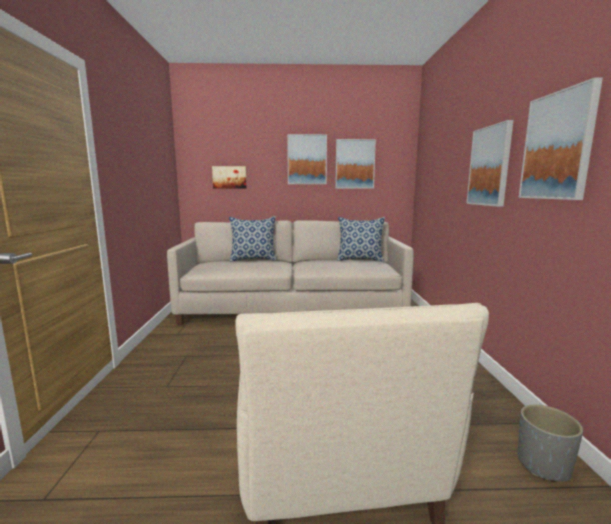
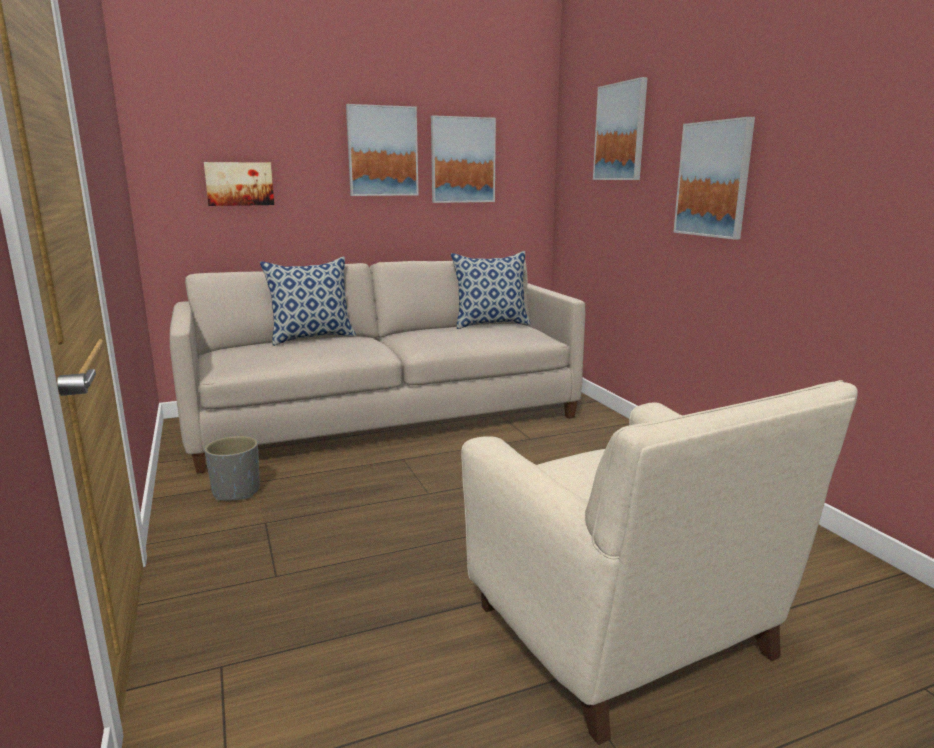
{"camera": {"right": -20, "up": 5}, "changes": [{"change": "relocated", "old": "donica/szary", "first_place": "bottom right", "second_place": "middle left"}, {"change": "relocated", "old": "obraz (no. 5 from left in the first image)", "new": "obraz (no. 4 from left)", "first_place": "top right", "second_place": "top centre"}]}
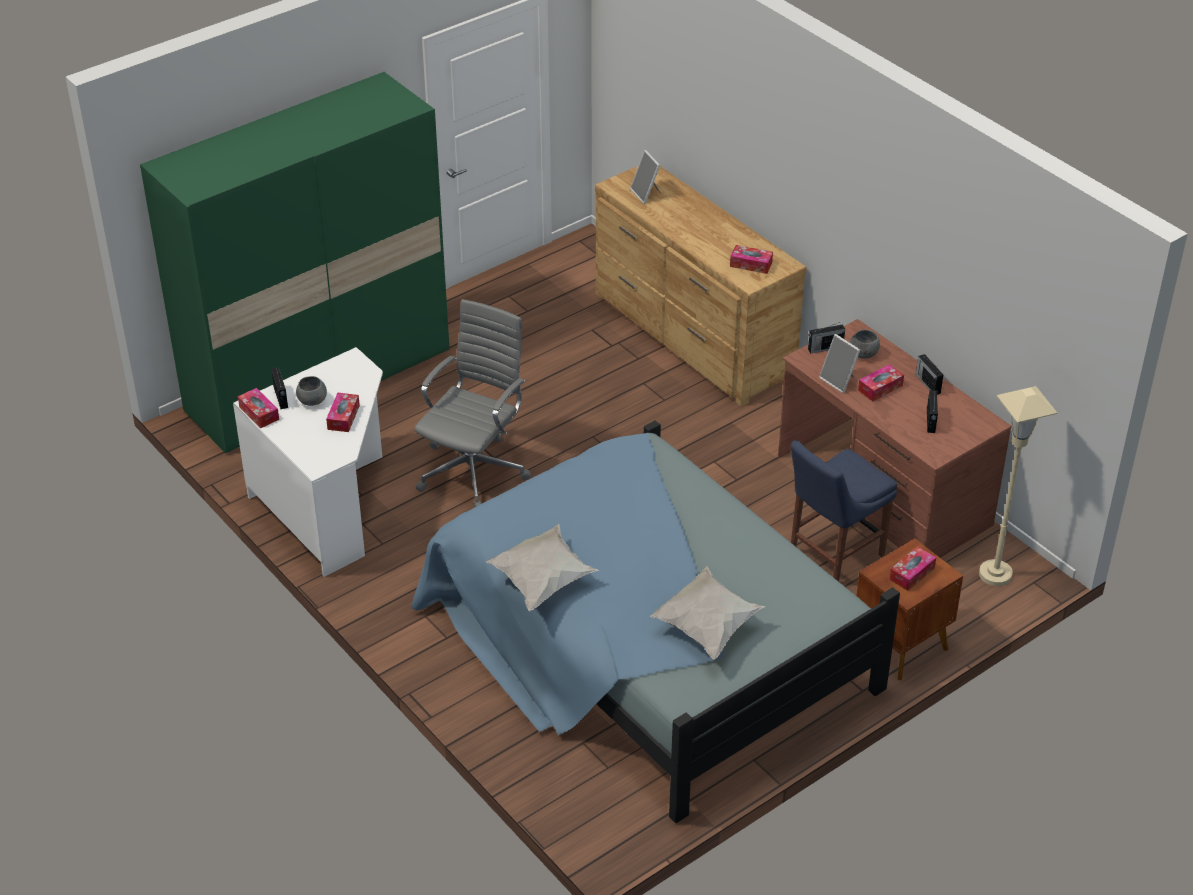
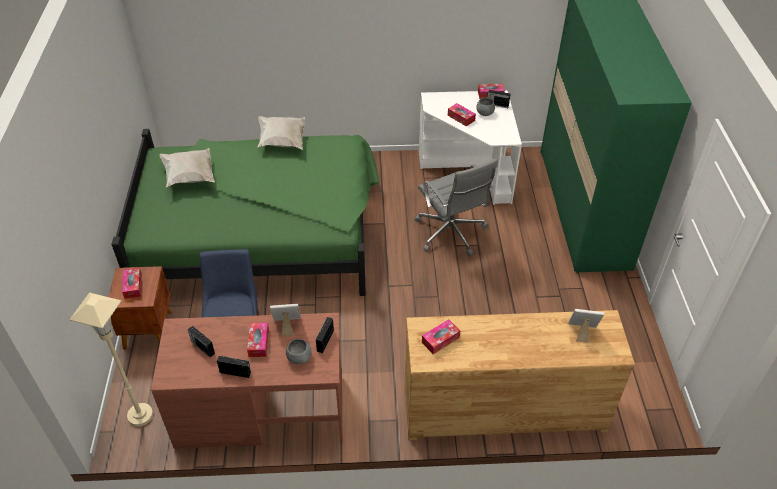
{"camera": {"right": 125, "up": 5}, "changes": [{"change": "colour", "old": "łóżko/niebieski", "new": "łóżko/zielony", "first_place": "bottom centre", "second_place": "middle left"}]}
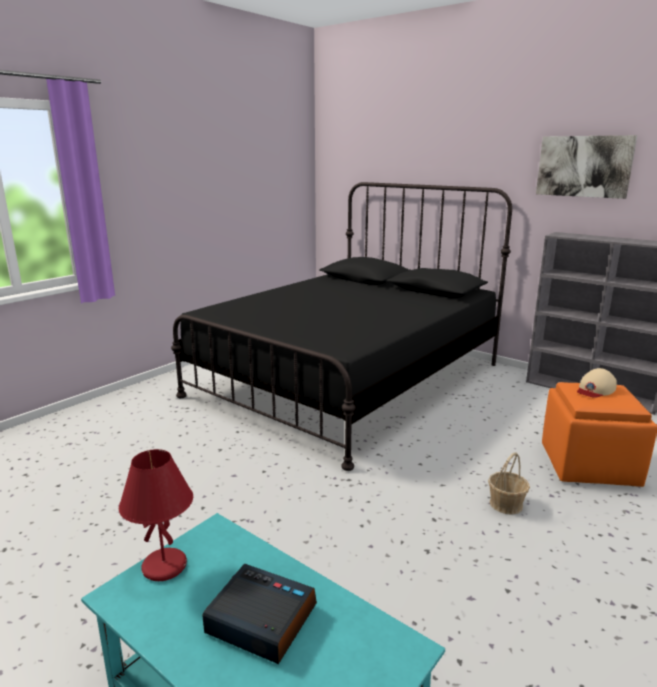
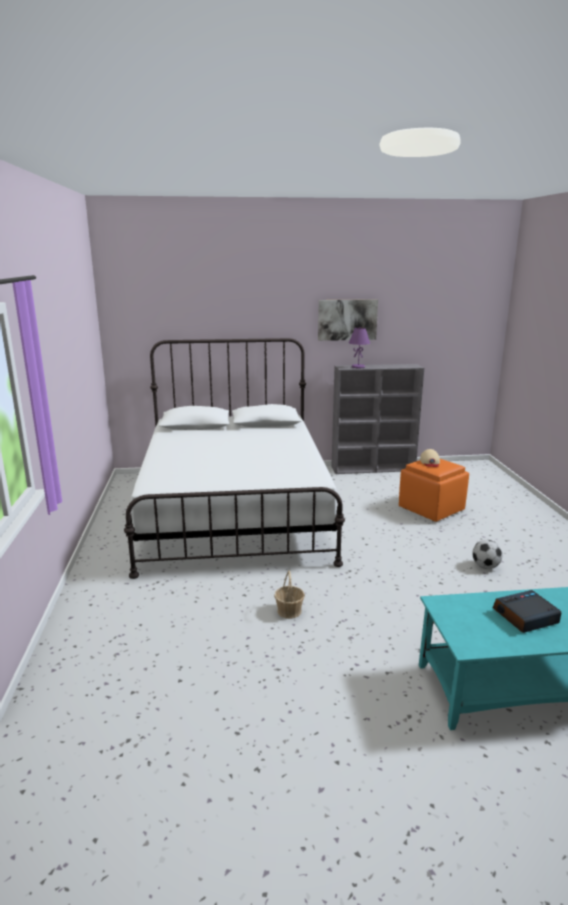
{"camera": {"right": -45, "up": 0}, "changes": [{"change": "missing", "old": "lampa stołowa/czerwony", "first_place": "bottom left"}, {"change": "colour", "old": "łóżko/czarny", "new": "łóżko/biały", "first_place": "centre", "second_place": "centre"}, {"change": "relocated", "old": "koszyk", "first_place": "bottom right", "second_place": "centre"}, {"change": "appeared", "new": "lampa stołowa/fioletowy", "second_place": "centre"}, {"change": "appeared", "new": "piłka futbolowa", "second_place": "middle right"}]}
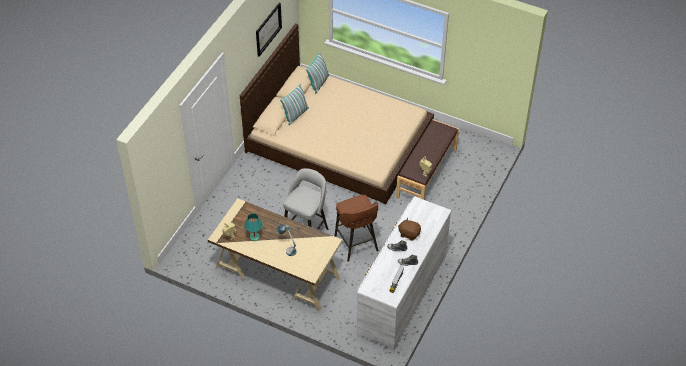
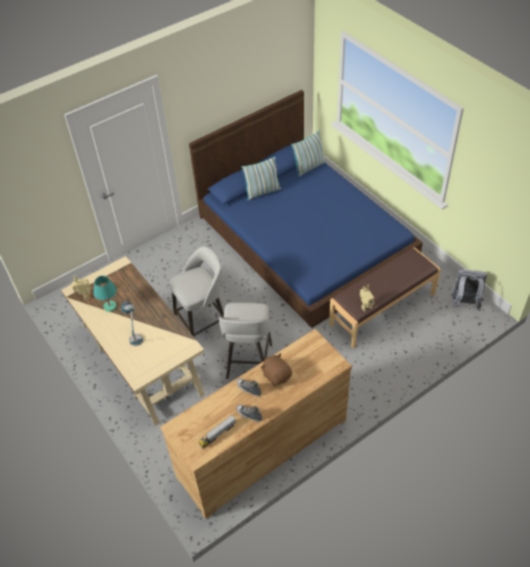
{"camera": {"right": 30, "up": 0}, "changes": [{"change": "colour", "old": "łóżko/beżowy", "new": "łóżko/niebieski", "first_place": "top centre", "second_place": "centre"}, {"change": "missing", "old": "obraz", "first_place": "top centre"}, {"change": "colour", "old": "stołek/brązowy", "new": "stołek/szary (no. 2 from left)", "first_place": "centre", "second_place": "centre"}, {"change": "colour", "old": "komoda/biały", "new": "komoda/brązowy", "first_place": "bottom centre", "second_place": "bottom centre"}, {"change": "appeared", "new": "plecak/szary", "second_place": "middle right"}]}
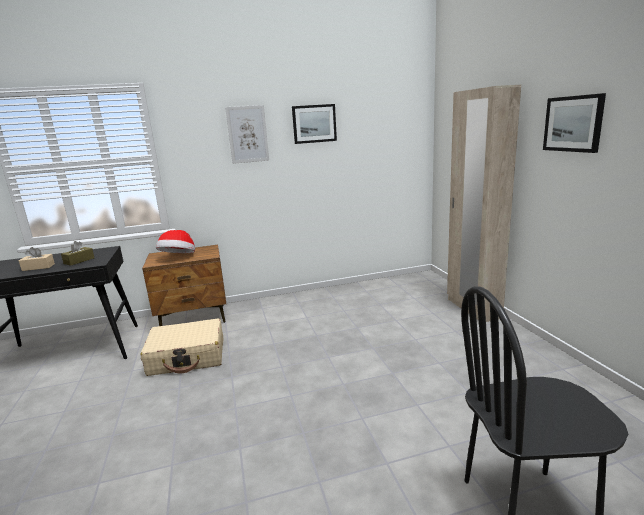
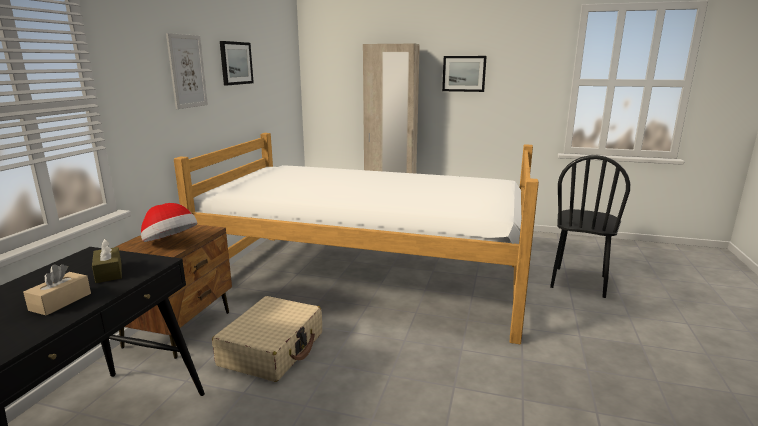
{"camera": {"right": -60, "up": 0}, "changes": [{"change": "appeared", "new": "łóżko", "second_place": "centre"}]}
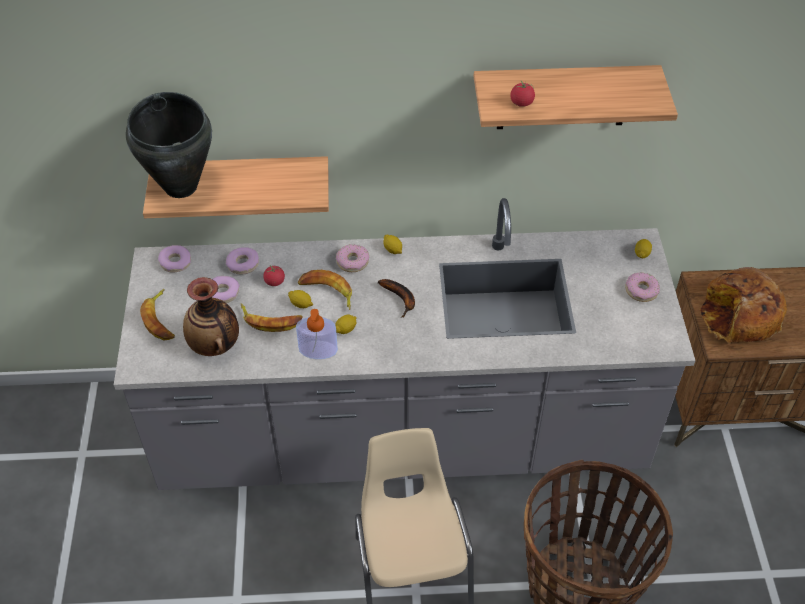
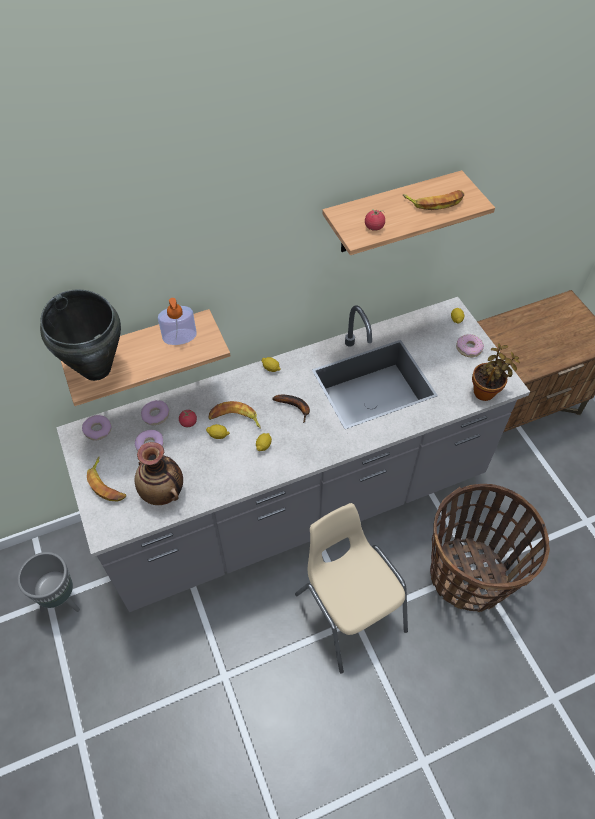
{"camera": {"right": -20, "up": 5}, "changes": [{"change": "relocated", "old": "banan (no. 2 from left in the first image)", "new": "banan (no. 4 from left)", "first_place": "centre", "second_place": "top right"}, {"change": "relocated", "old": "dozownik mydła", "first_place": "centre", "second_place": "middle left"}, {"change": "missing", "old": "donut (no. 4 from left)", "first_place": "centre"}, {"change": "missing", "old": "chleb", "first_place": "middle right"}, {"change": "appeared", "new": "donica/szary", "second_place": "bottom left"}, {"change": "appeared", "new": "roślina doniczkowa", "second_place": "middle right"}]}
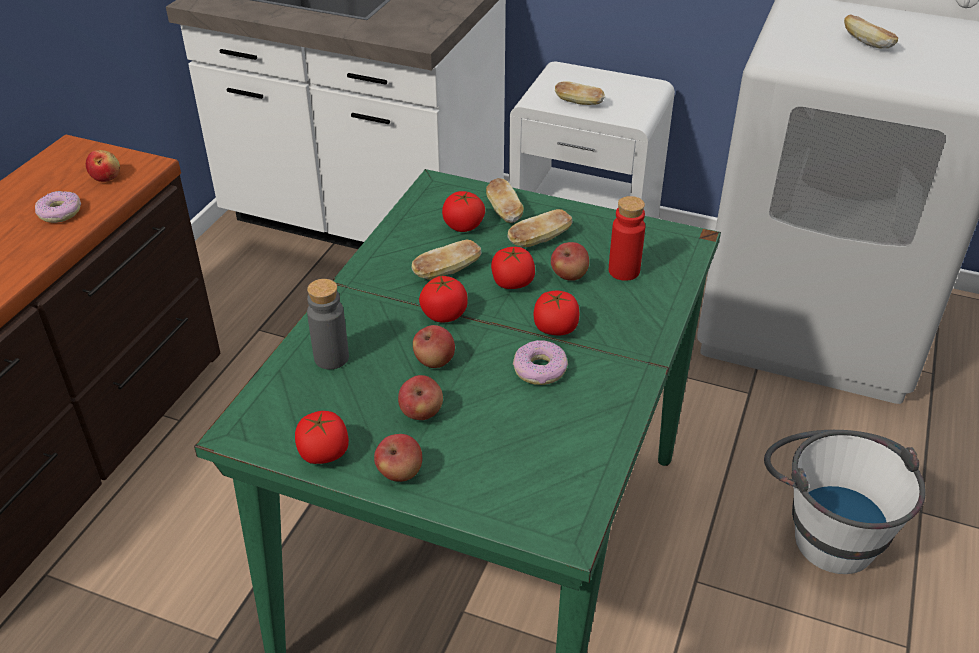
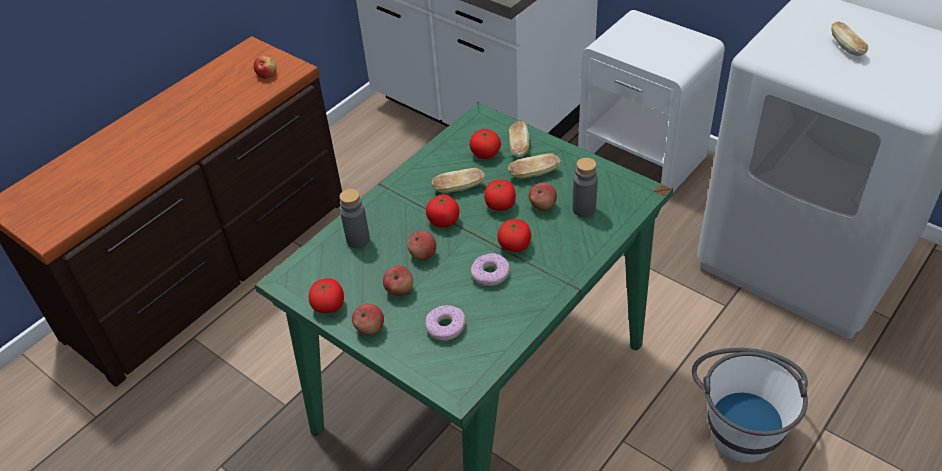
{"camera": {"right": 20, "up": 5}, "changes": [{"change": "relocated", "old": "donut (no. 1 from left)", "first_place": "top left", "second_place": "bottom centre"}, {"change": "missing", "old": "chleb (no. 4 from left)", "first_place": "top centre"}, {"change": "colour", "old": "butelka/czerwony", "new": "butelka/szary (no. 2 from left)", "first_place": "centre", "second_place": "centre"}]}
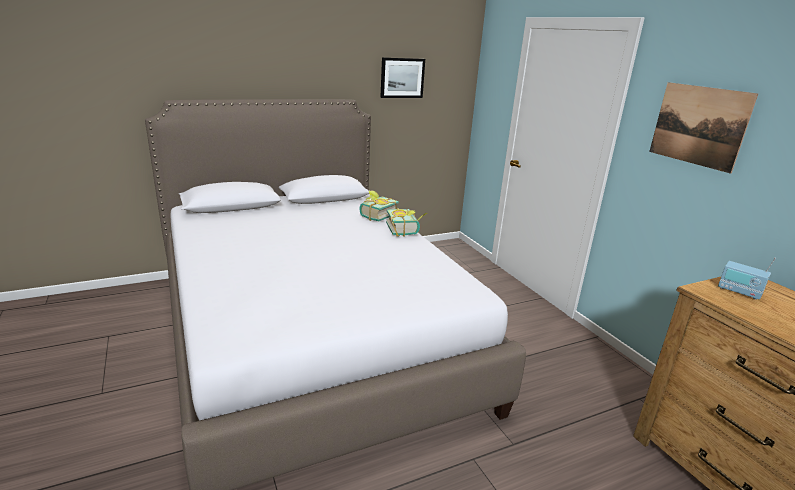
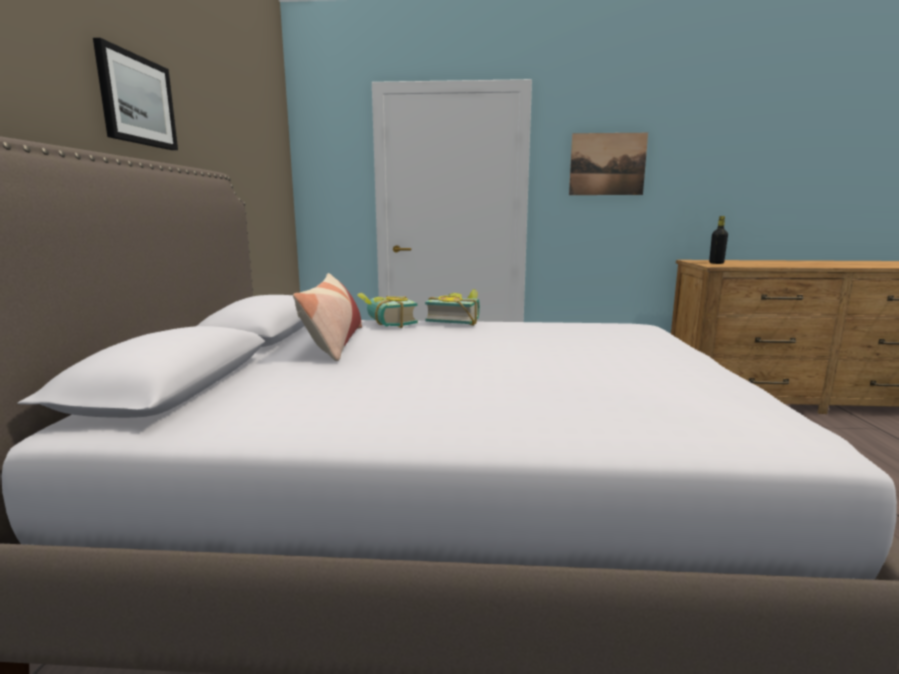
{"camera": {"right": -60, "up": -10}, "changes": [{"change": "relocated", "old": "obraz (no. 1 from left)", "first_place": "top centre", "second_place": "top left"}, {"change": "exchanged", "old": "radio", "new": "butelka/czarny", "first_place": "middle right", "second_place": "middle right"}, {"change": "appeared", "new": "poduszka", "second_place": "centre"}]}
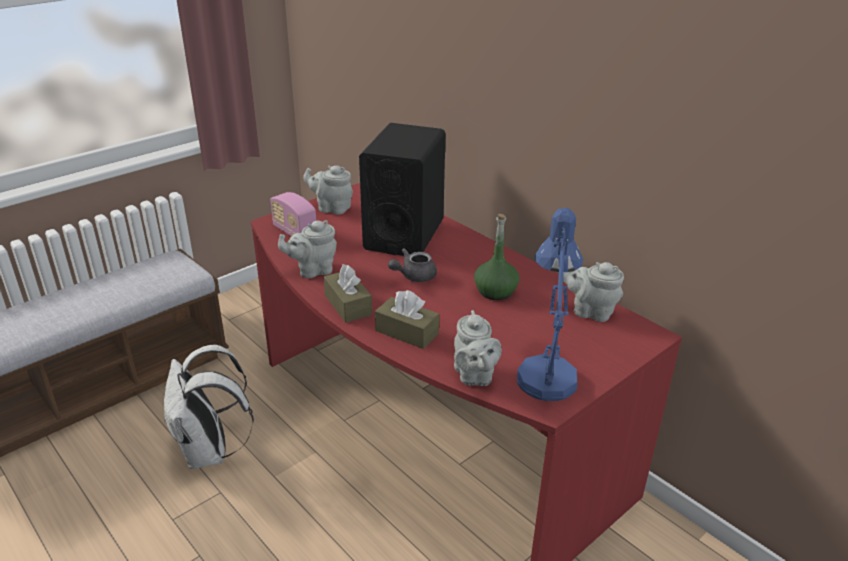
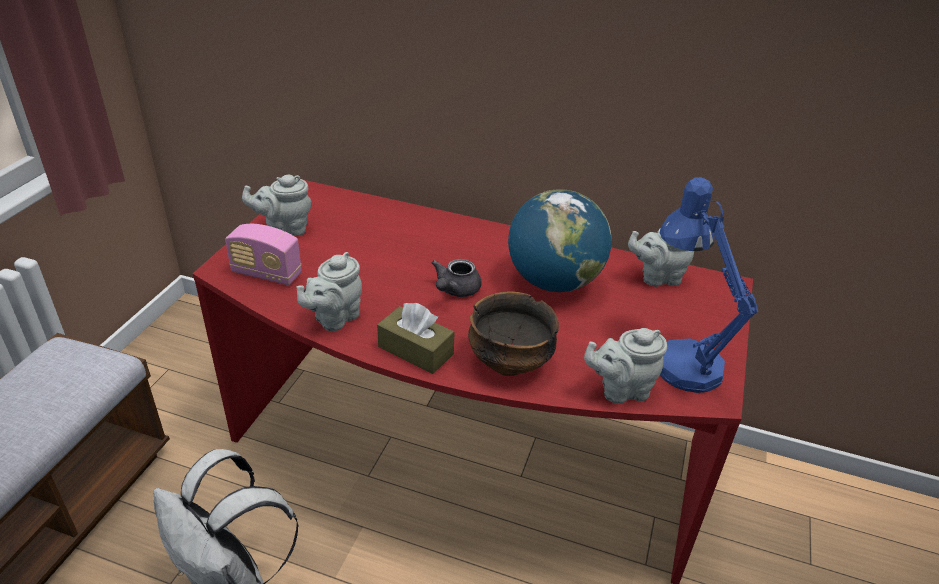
{"camera": {"right": -30, "up": 5}, "changes": [{"change": "missing", "old": "głośnik/czarny", "first_place": "centre"}, {"change": "exchanged", "old": "pudełko chusteczek/brązowy (no. 2 from left)", "new": "miska", "first_place": "centre", "second_place": "centre"}, {"change": "spun", "old": "imbryk/szary (no. 4 from left)", "first_place": "centre", "second_place": "centre", "degrees": 120}, {"change": "exchanged", "old": "butelka/zielony", "new": "globus", "first_place": "centre", "second_place": "centre"}]}
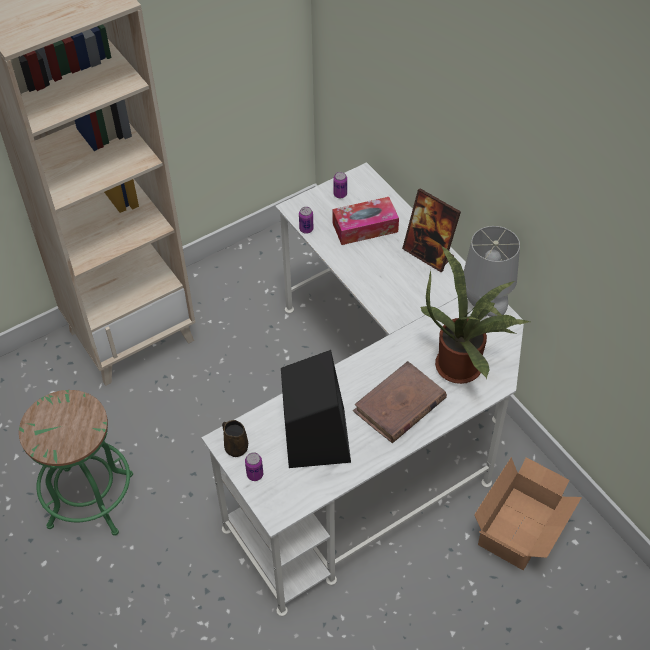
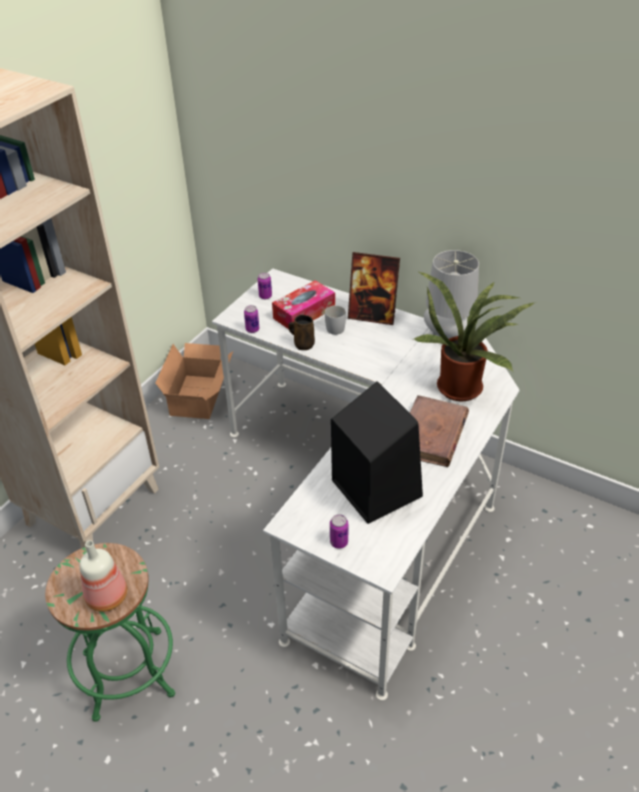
{"camera": {"right": -25, "up": -10}, "changes": [{"change": "relocated", "old": "kubek/brązowy", "first_place": "bottom centre", "second_place": "centre"}, {"change": "relocated", "old": "karton", "first_place": "bottom right", "second_place": "middle left"}, {"change": "appeared", "new": "butelka", "second_place": "bottom left"}, {"change": "appeared", "new": "kubek/biały", "second_place": "centre"}]}
